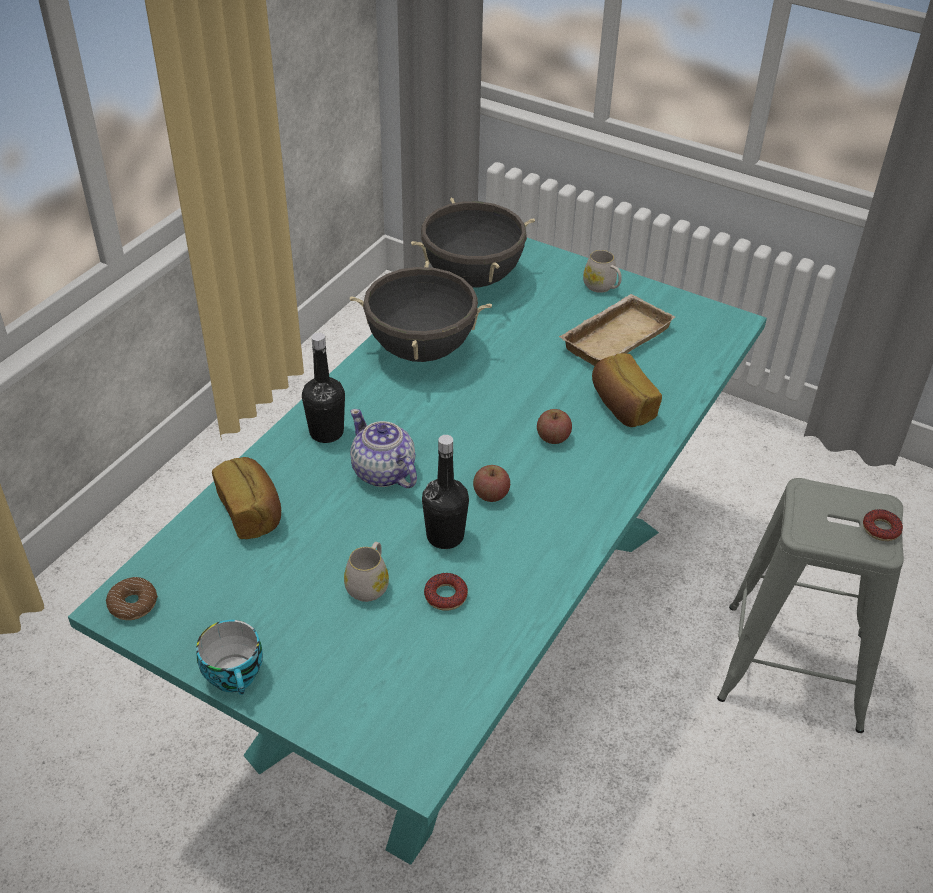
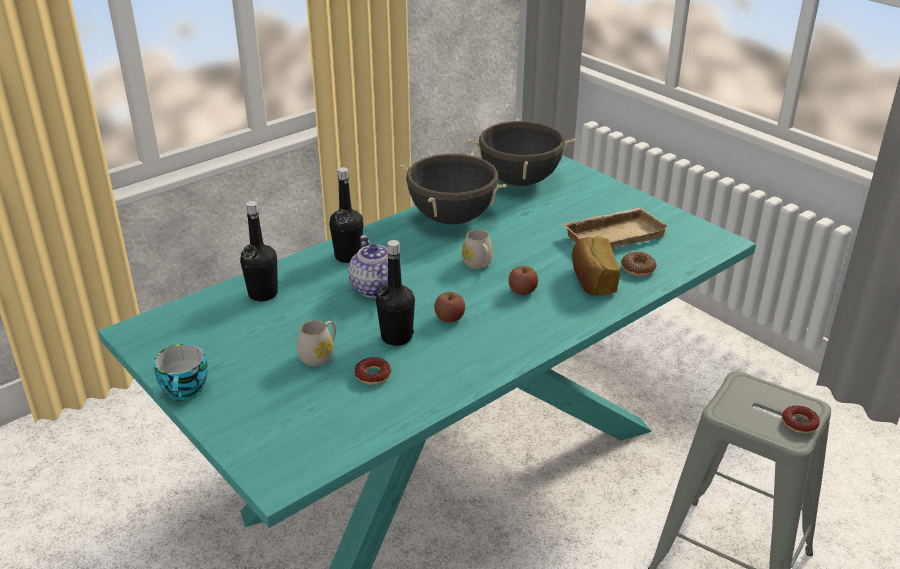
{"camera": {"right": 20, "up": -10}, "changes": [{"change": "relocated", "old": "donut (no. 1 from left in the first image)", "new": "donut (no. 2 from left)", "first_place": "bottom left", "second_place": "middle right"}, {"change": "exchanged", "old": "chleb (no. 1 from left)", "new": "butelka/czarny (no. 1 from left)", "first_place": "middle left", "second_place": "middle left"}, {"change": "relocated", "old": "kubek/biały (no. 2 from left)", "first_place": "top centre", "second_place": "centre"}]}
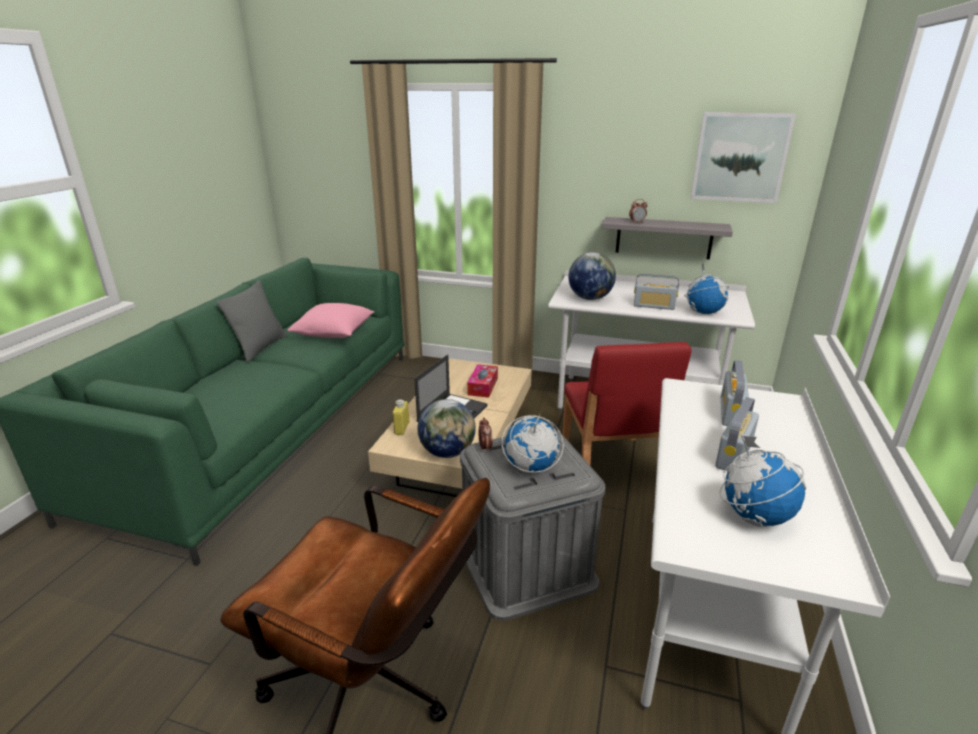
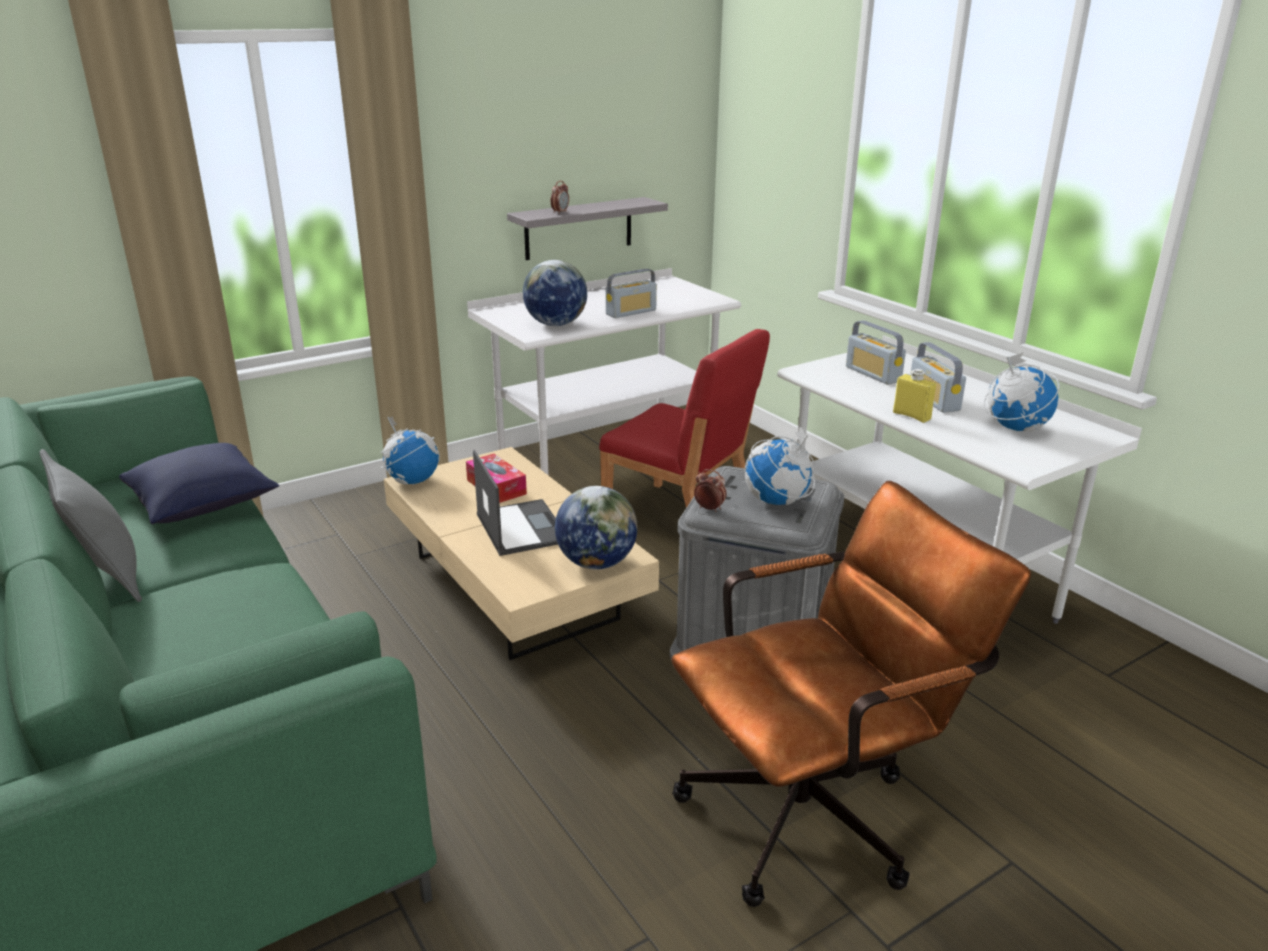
{"camera": {"right": -50, "up": 0}, "changes": [{"change": "colour", "old": "poduszka/różowy", "new": "poduszka/niebieski", "first_place": "centre", "second_place": "middle left"}, {"change": "relocated", "old": "butelka/żółty", "first_place": "centre", "second_place": "middle right"}, {"change": "relocated", "old": "globus (no. 4 from left in the first image)", "new": "globus (no. 1 from left)", "first_place": "middle right", "second_place": "middle left"}, {"change": "missing", "old": "obraz", "first_place": "top right"}]}
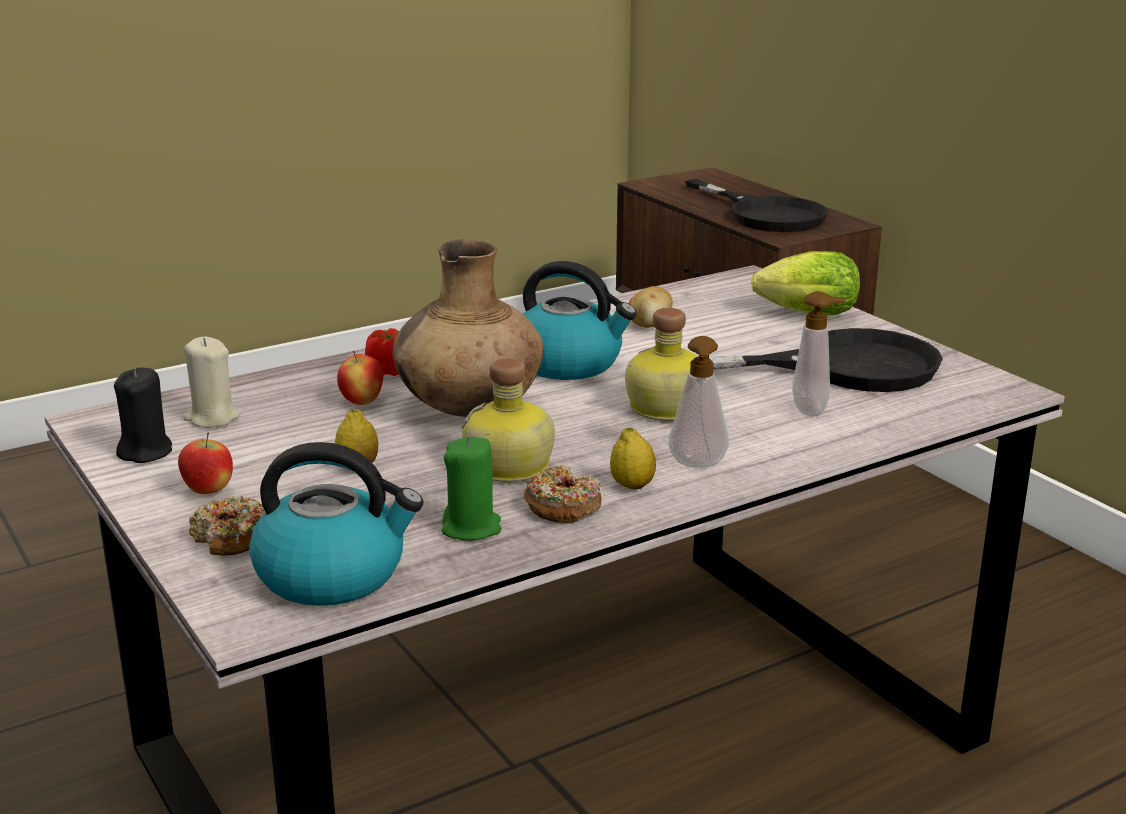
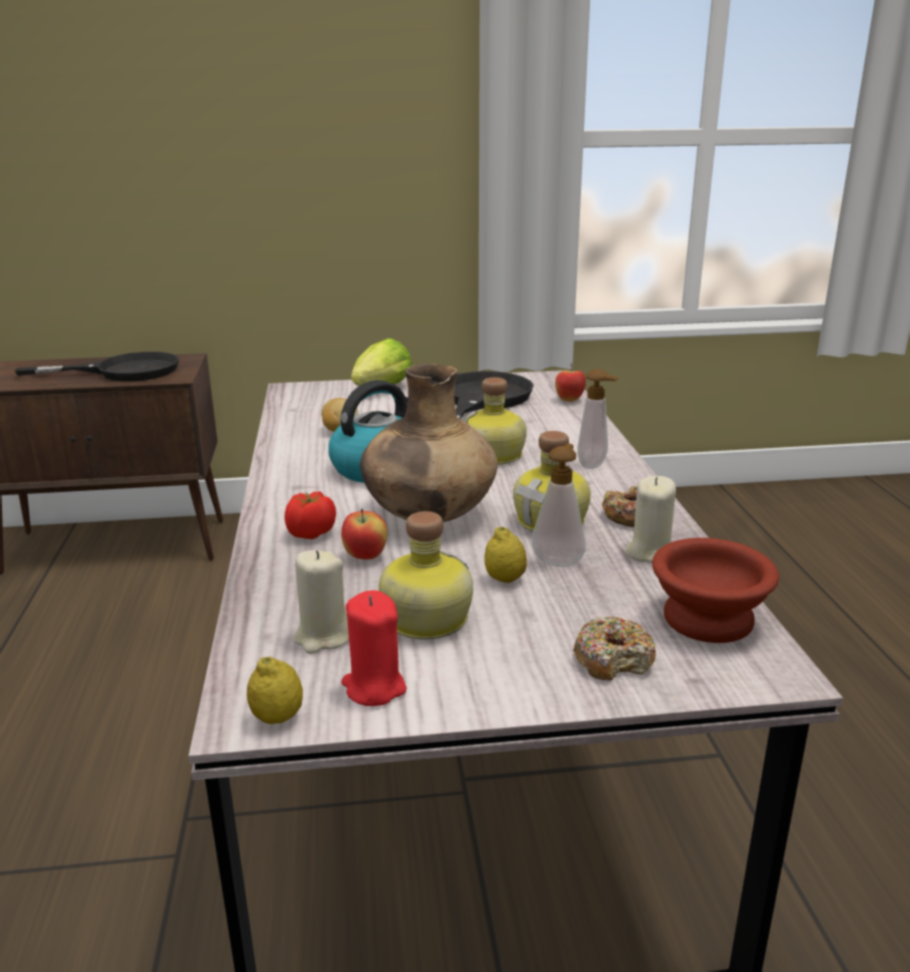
{"camera": {"right": -65, "up": 0}, "changes": [{"change": "colour", "old": "świeca/czarny", "new": "świeca/czerwony", "first_place": "middle left", "second_place": "bottom centre"}, {"change": "relocated", "old": "jabłko (no. 1 from left in the first image)", "new": "jabłko (no. 2 from left)", "first_place": "middle left", "second_place": "centre"}, {"change": "exchanged", "old": "czajnik (no. 1 from left)", "new": "miska/brązowy", "first_place": "middle left", "second_place": "middle right"}, {"change": "colour", "old": "świeca/zielony", "new": "świeca/beżowy (no. 2 from left)", "first_place": "centre", "second_place": "middle right"}, {"change": "relocated", "old": "cytryna (no. 2 from left in the first image)", "new": "cytryna (no. 1 from left)", "first_place": "centre", "second_place": "bottom left"}, {"change": "relocated", "old": "dozownik mydła (no. 2 from left in the first image)", "new": "dozownik mydła (no. 1 from left)", "first_place": "middle right", "second_place": "centre"}, {"change": "appeared", "new": "butelka (no. 1 from left)", "second_place": "centre"}]}
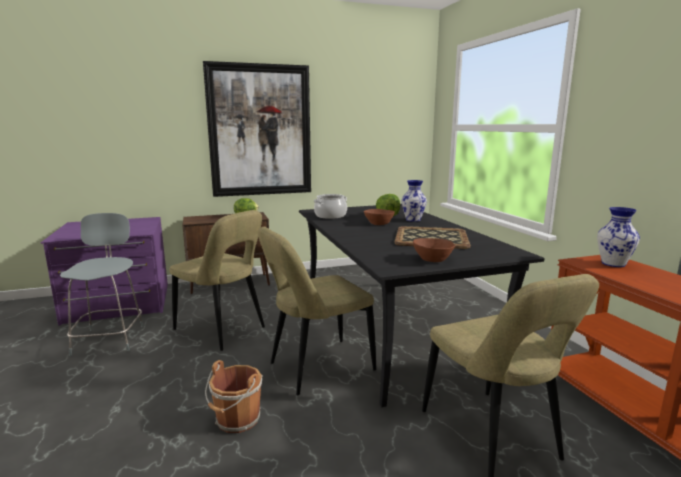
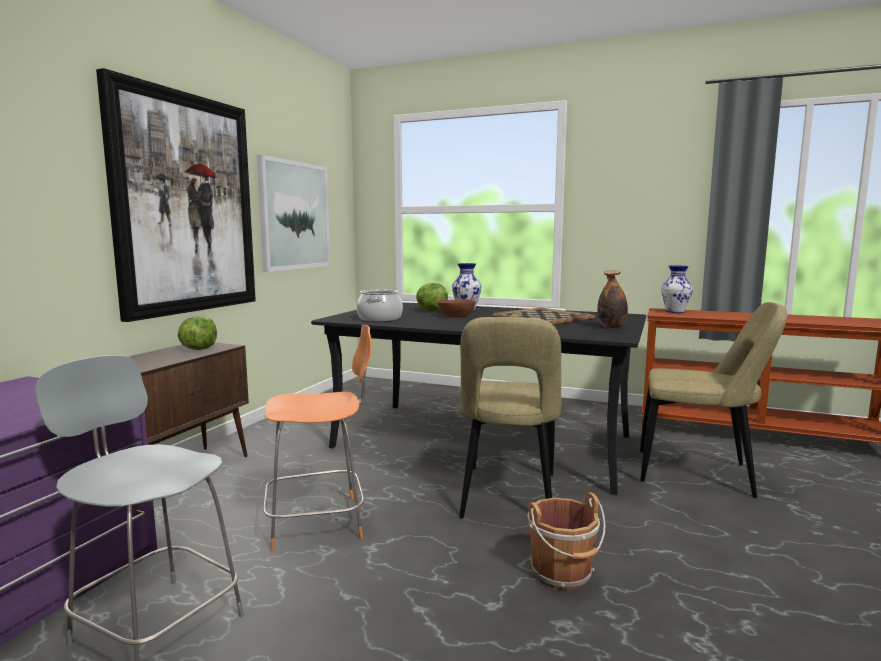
{"camera": {"right": -50, "up": -5}, "changes": [{"change": "exchanged", "old": "krzesło/beżowy (no. 1 from left)", "new": "stołek/pomarańczowy", "first_place": "middle left", "second_place": "centre"}, {"change": "exchanged", "old": "miska/brązowy (no. 2 from left)", "new": "butelka", "first_place": "centre", "second_place": "middle right"}, {"change": "appeared", "new": "obraz (no. 2 from left)", "second_place": "top left"}]}
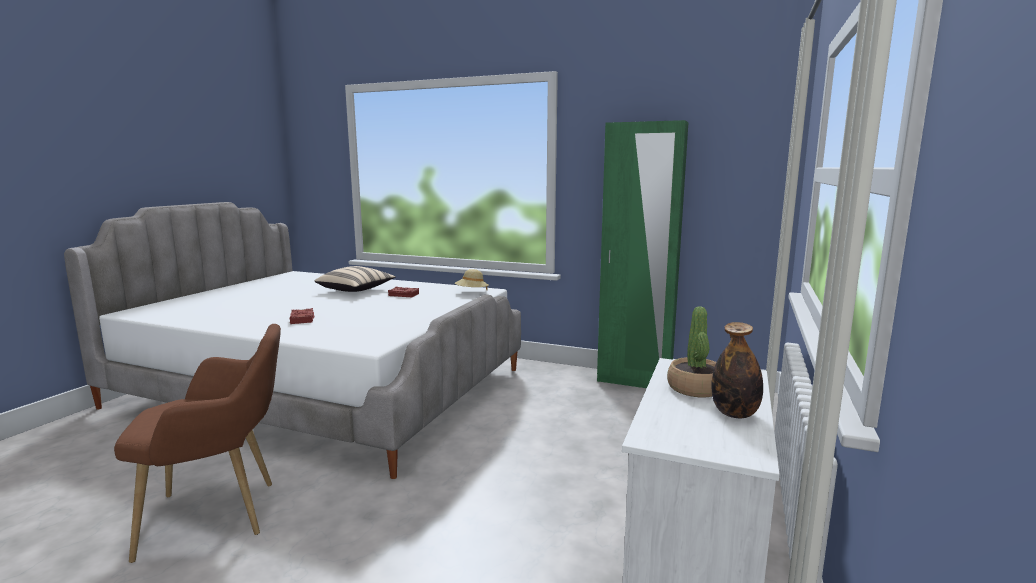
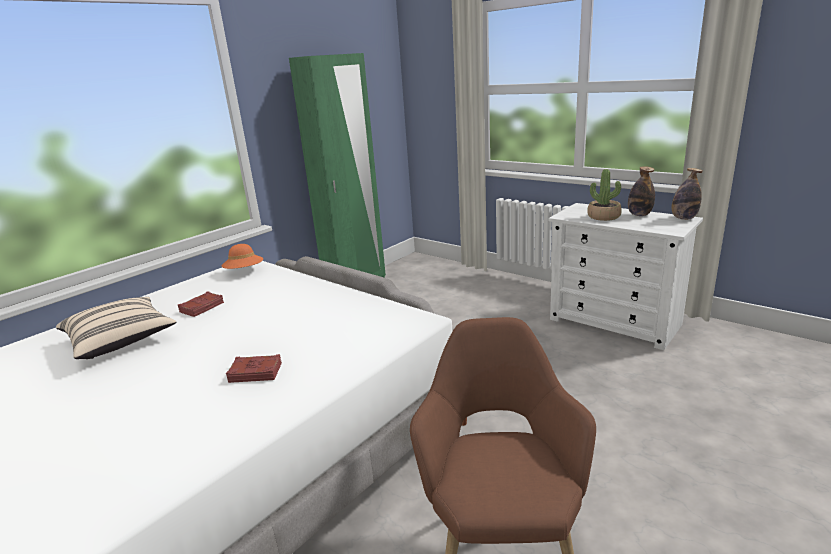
{"camera": {"right": -70, "up": 10}, "changes": [{"change": "colour", "old": "kapelusz/beżowy", "new": "kapelusz/pomarańczowy", "first_place": "centre", "second_place": "middle left"}, {"change": "appeared", "new": "butelka (no. 2 from left)", "second_place": "middle right"}]}
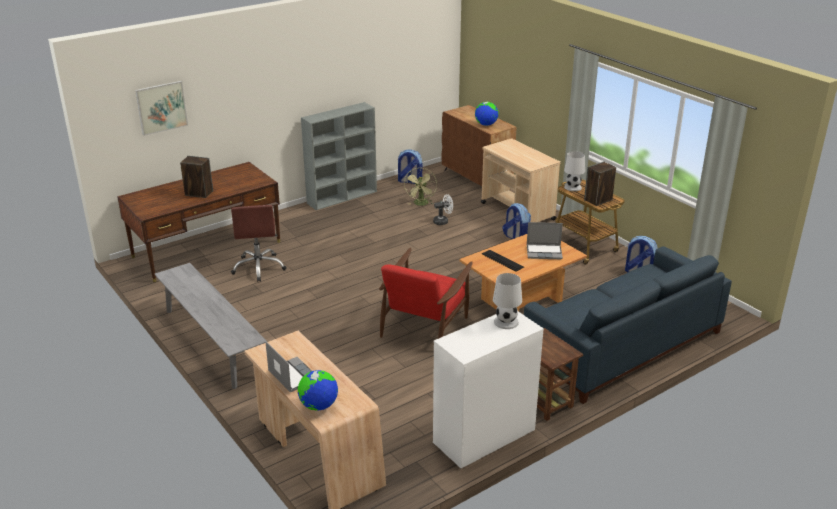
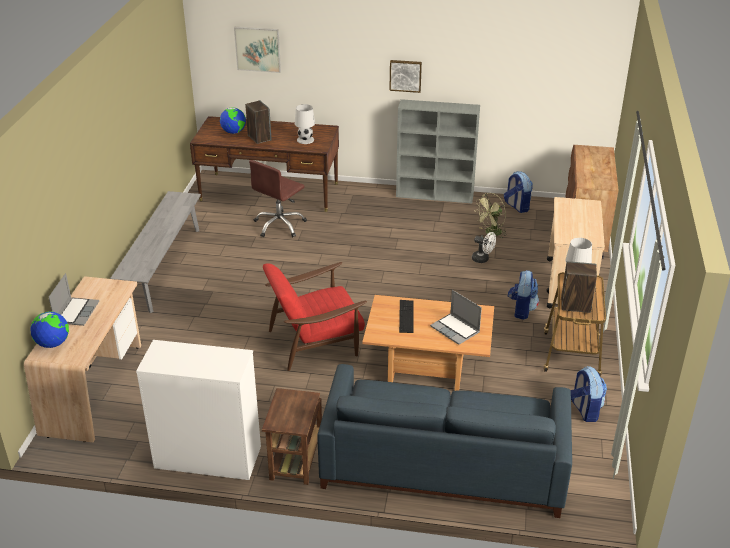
{"camera": {"right": 45, "up": 5}, "changes": [{"change": "relocated", "old": "globus (no. 2 from left)", "first_place": "top centre", "second_place": "top left"}, {"change": "relocated", "old": "lampa stołowa/biały (no. 1 from left)", "first_place": "centre", "second_place": "top centre"}, {"change": "appeared", "new": "obraz (no. 2 from left)", "second_place": "top centre"}]}
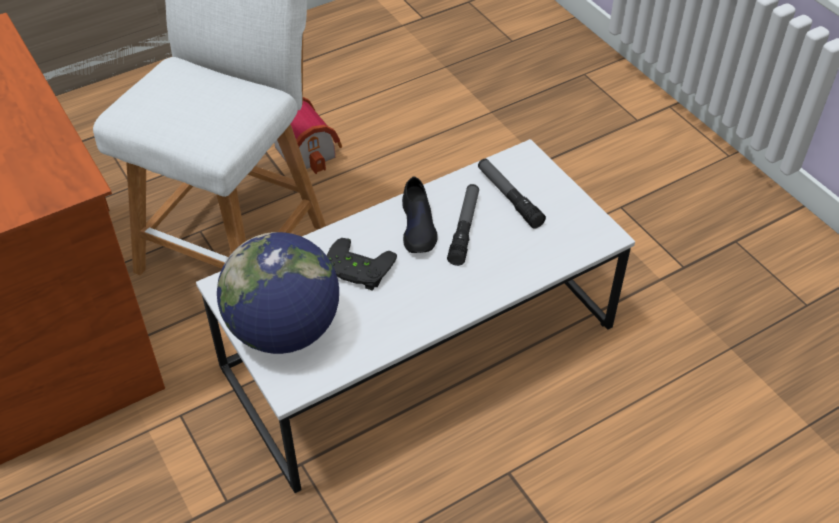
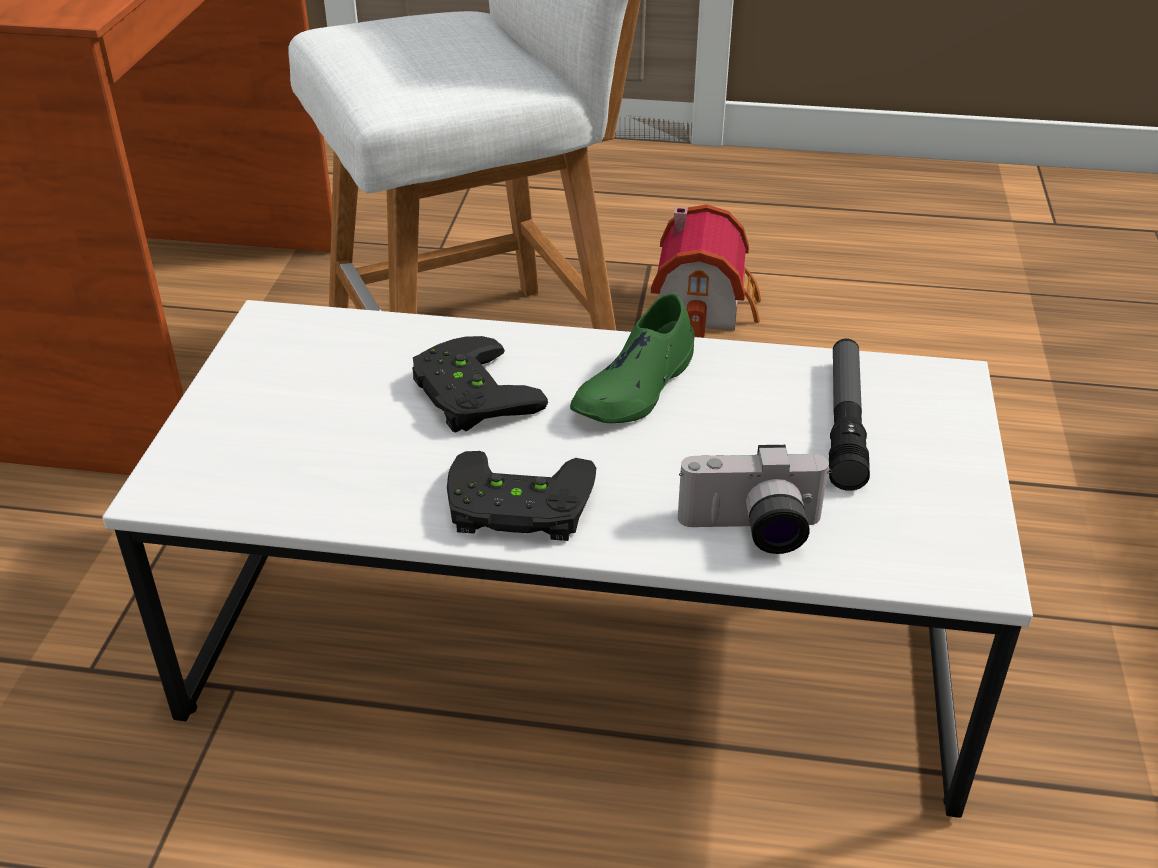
{"camera": {"right": 40, "up": -10}, "changes": [{"change": "missing", "old": "globus", "first_place": "middle left"}, {"change": "colour", "old": "but/czarny", "new": "but/zielony", "first_place": "centre", "second_place": "centre"}, {"change": "missing", "old": "latarka (no. 1 from left)", "first_place": "centre"}, {"change": "appeared", "new": "pad do gier/czarny (no. 2 from left)", "second_place": "centre"}, {"change": "appeared", "new": "aparat fotograficzny", "second_place": "centre"}]}
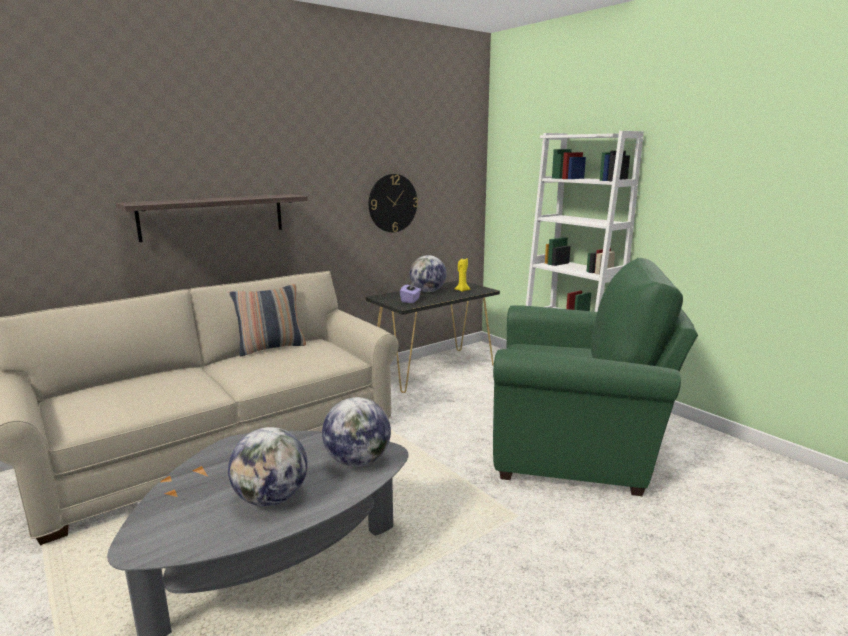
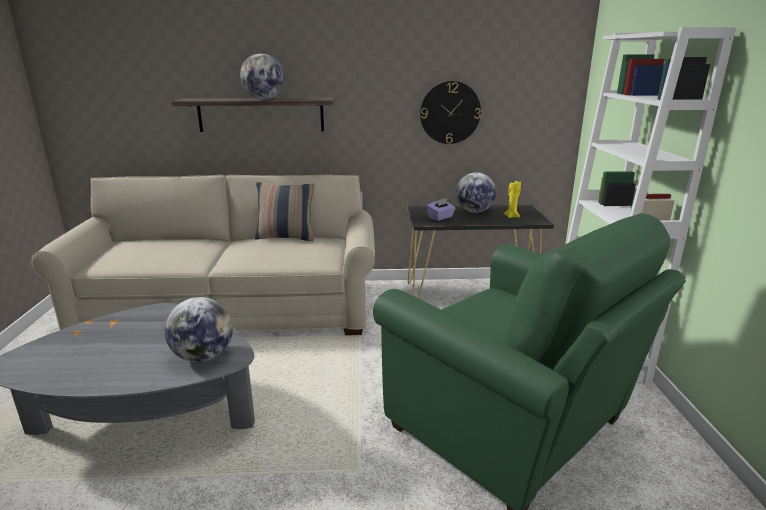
{"camera": {"right": 35, "up": 5}, "changes": [{"change": "relocated", "old": "globus (no. 1 from left in the first image)", "new": "globus (no. 2 from left)", "first_place": "bottom left", "second_place": "top centre"}]}
